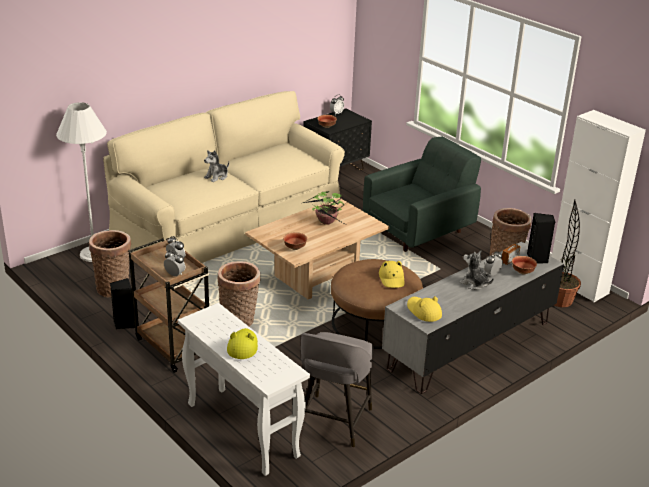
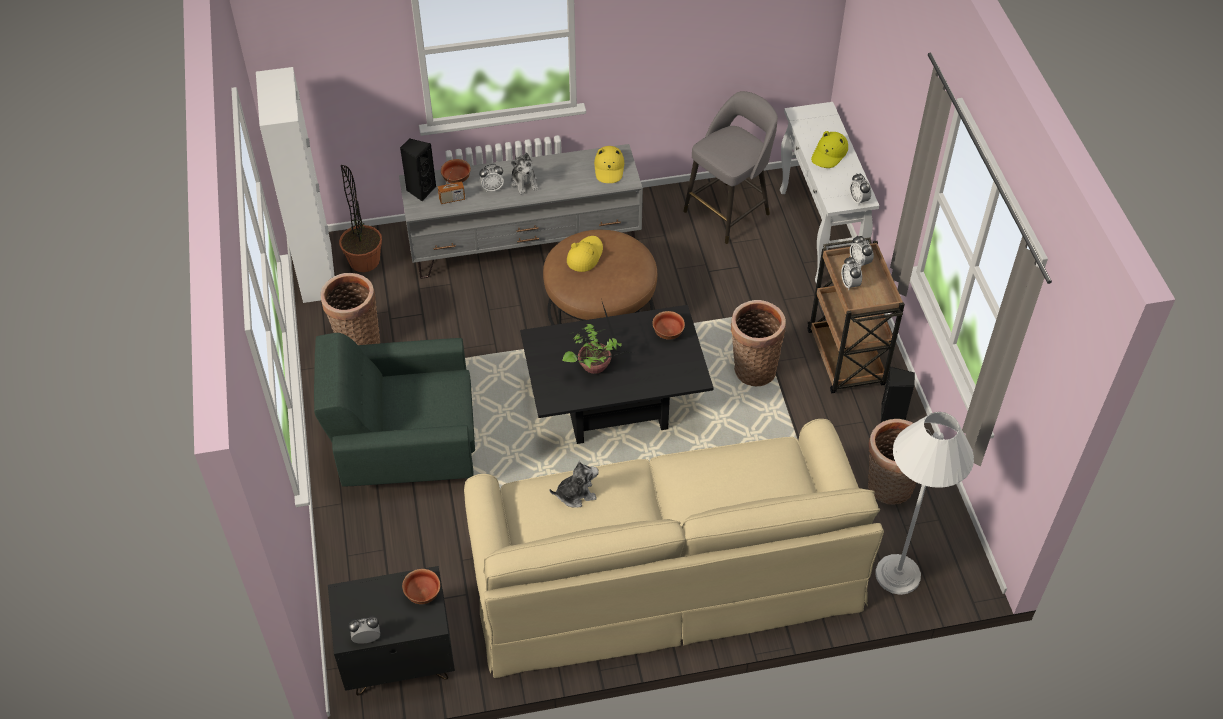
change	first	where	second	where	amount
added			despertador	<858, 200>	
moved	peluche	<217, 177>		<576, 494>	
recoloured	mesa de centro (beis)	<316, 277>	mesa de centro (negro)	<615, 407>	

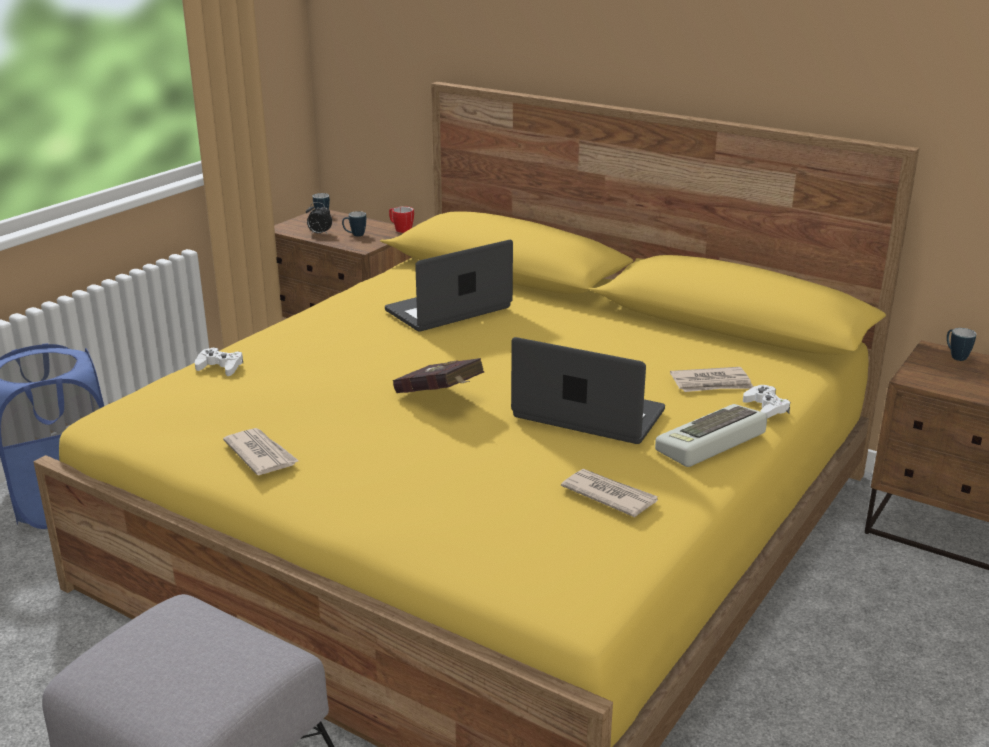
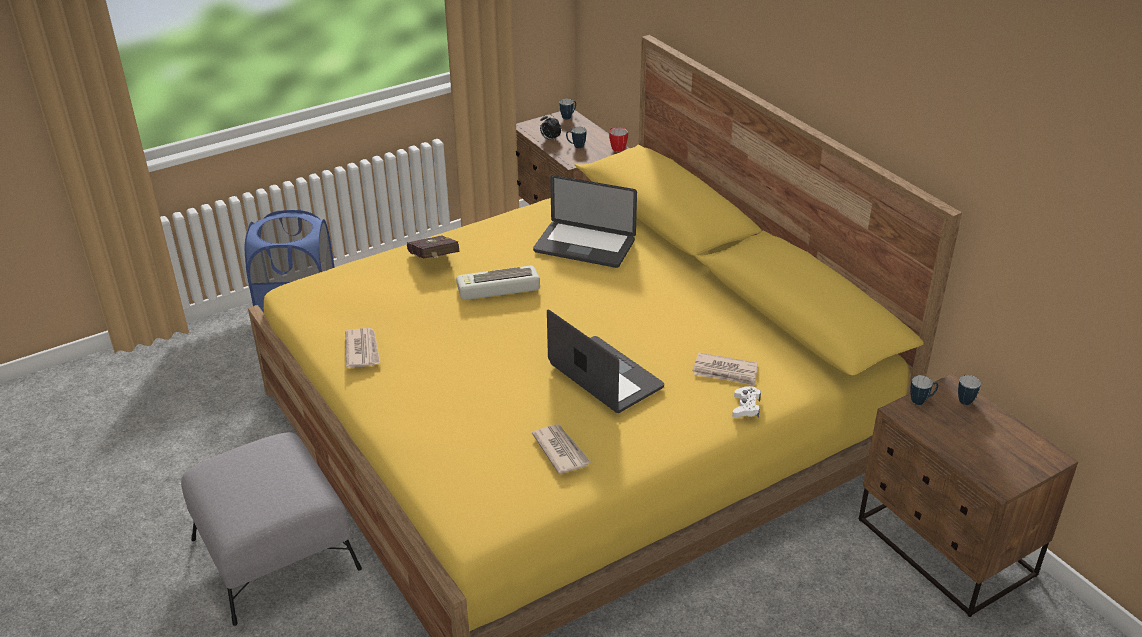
change	first	where	second	where	amount
removed	mando de consola (blanco)	<220, 367>			
added			taza grande	<921, 401>	
moved	libro (rojo)	<440, 397>		<434, 261>	
moved	teclado	<712, 443>		<497, 288>	
turned	portátil	<448, 310>		<584, 246>	150 degrees counterclockwise

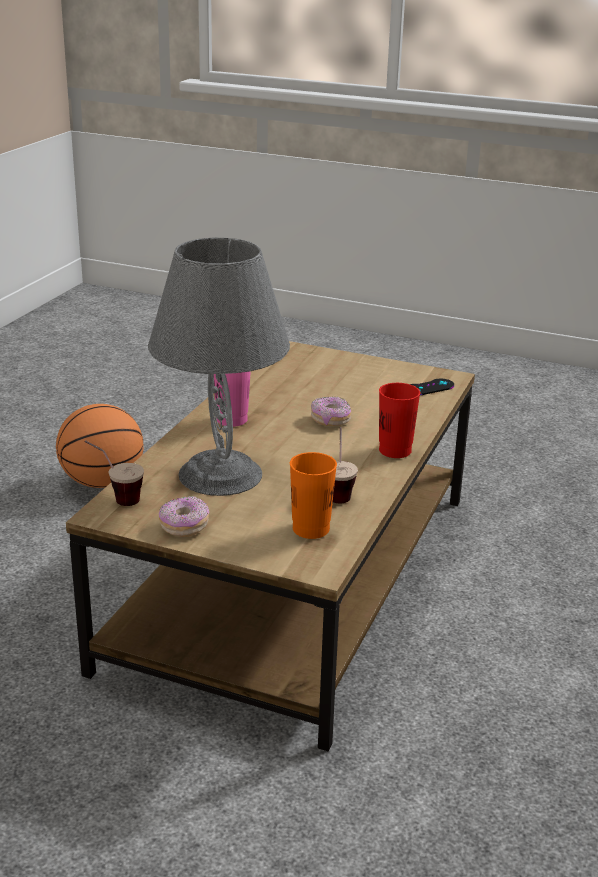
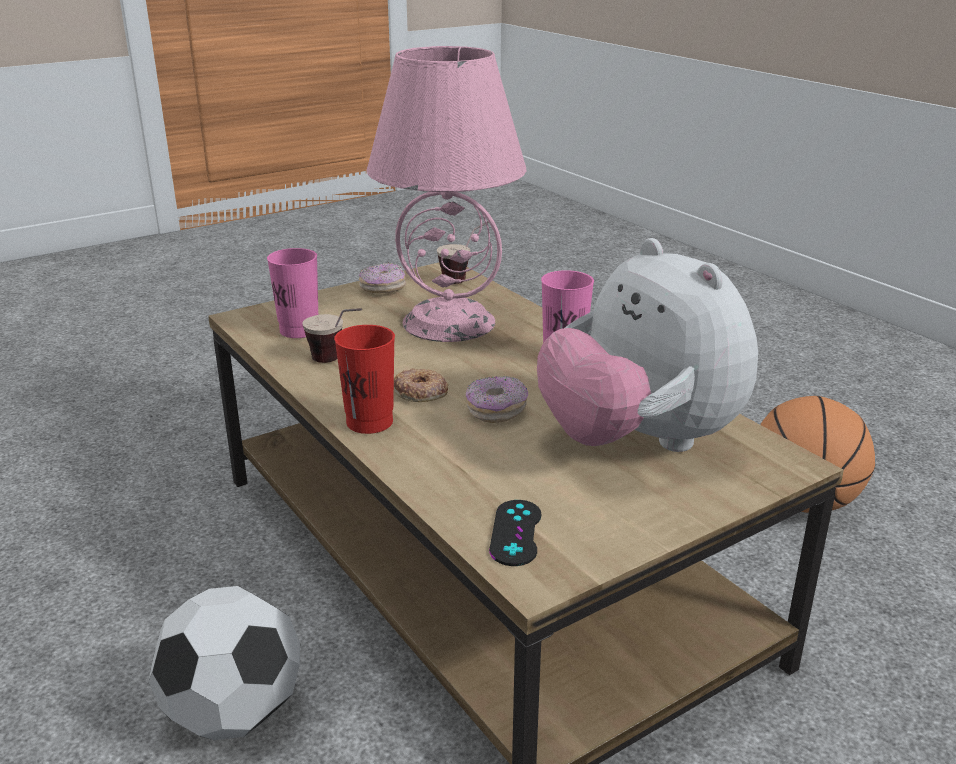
change	first	where	second	where	amount
added			balón de fútbol	<234, 714>	
added			rosquilla	<420, 392>	
added			peluche	<639, 442>	
recoloured	lámpara de mesa (gris)	<219, 474>	lámpara de mesa (rosa)	<450, 321>	
recoloured	taza (naranja)	<311, 529>	taza (rosa)	<299, 330>	

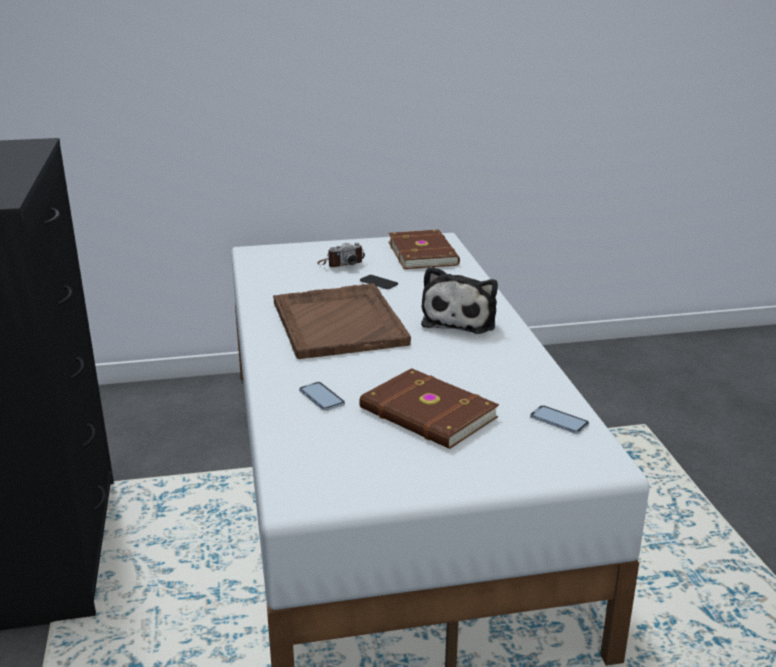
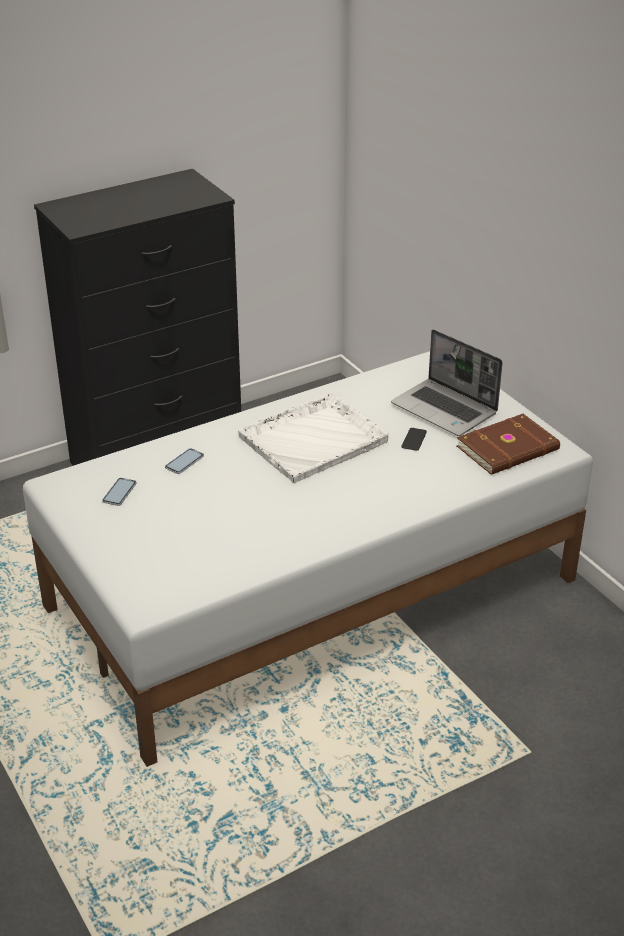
change	first	where	second	where	amount
removed	libro (marrón)	<427, 414>			
removed	peluche	<461, 319>			
moved	móvil	<559, 421>		<119, 492>	
replaced	cámara	<341, 263>	portátil	<445, 409>	
recoloured	bandeja (marrón)	<338, 323>	bandeja (blanco)	<314, 439>	

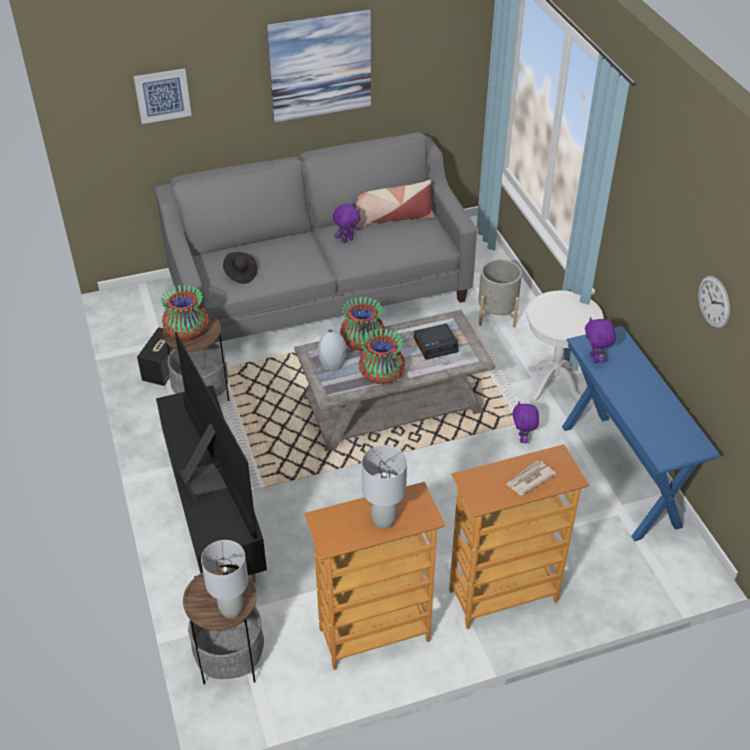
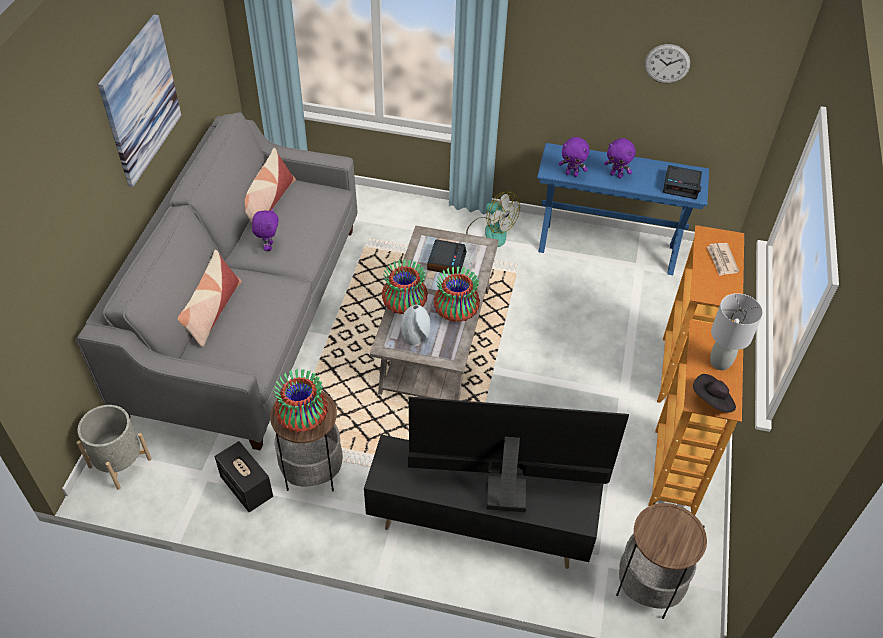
change	first	where	second	where	amount
removed	cuadro	<162, 95>			
removed	lámpara de mesa (gris)	<231, 610>			
added			cojín	<212, 312>	
added			despertador	<681, 185>	
moved	sombrero (negro)	<240, 274>		<712, 401>	
moved	maceta (gris)	<496, 314>		<120, 463>	
moved	peluche (morado)	<523, 438>		<616, 175>	
replaced	mesa auxiliar (blanco)	<554, 383>	ventilador	<490, 231>	

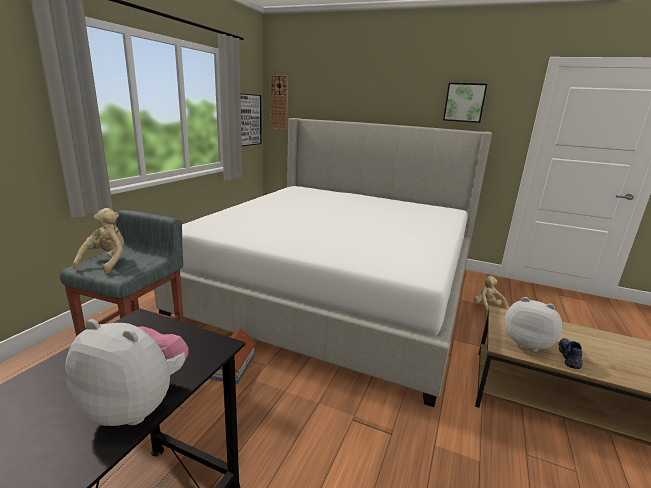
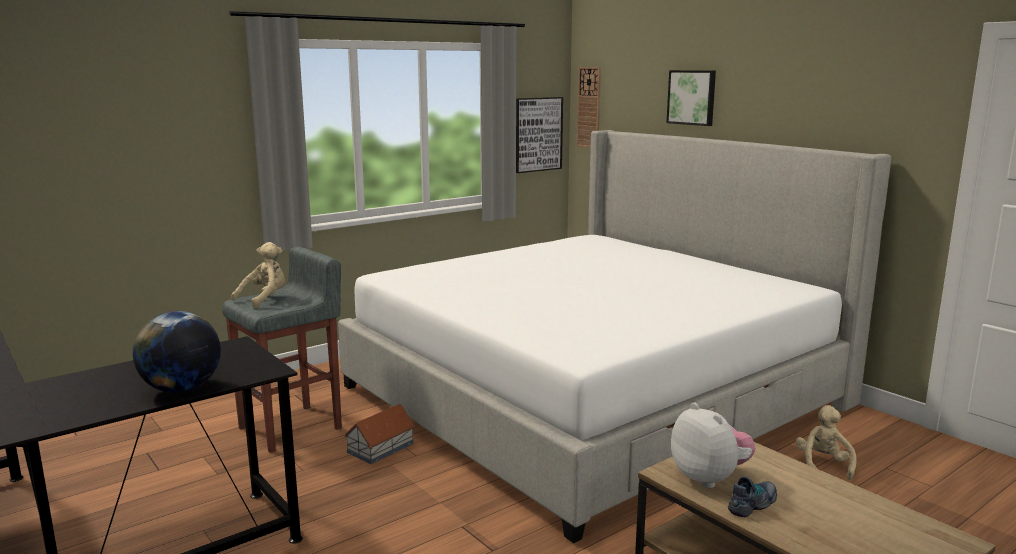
change	first	where	second	where	amount
moved	cuadro	<464, 102>		<692, 97>	
replaced	peluche	<137, 405>	globo terráqueo	<181, 389>	

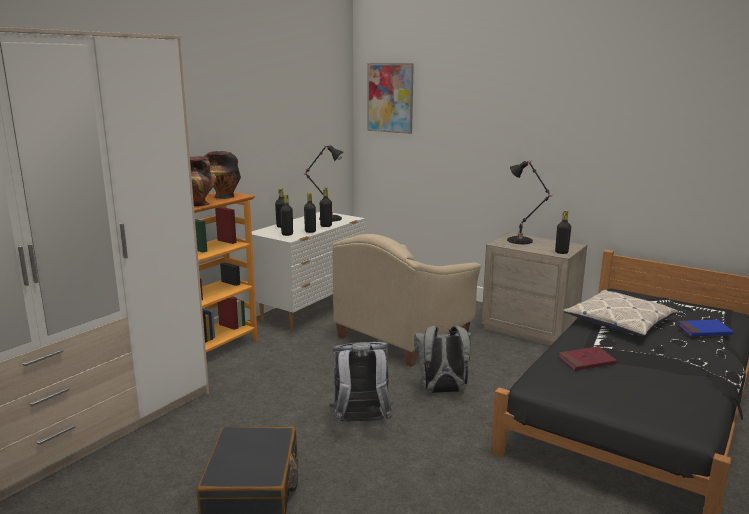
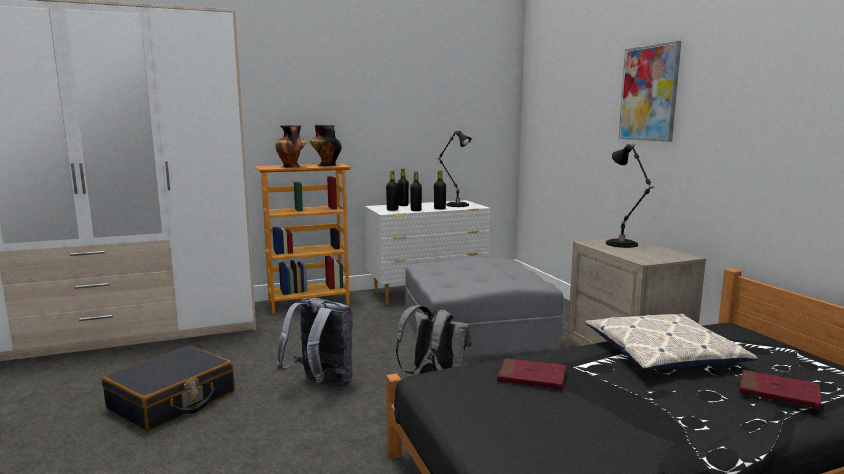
change	first	where	second	where	amount
removed	botella (negro)	<561, 252>			
moved	cuadro	<390, 98>		<649, 93>	
replaced	sillón (beis)	<404, 336>	puf (gris)	<476, 330>	
recoloured	libro (azul)	<704, 330>	libro (rojo)	<778, 393>	

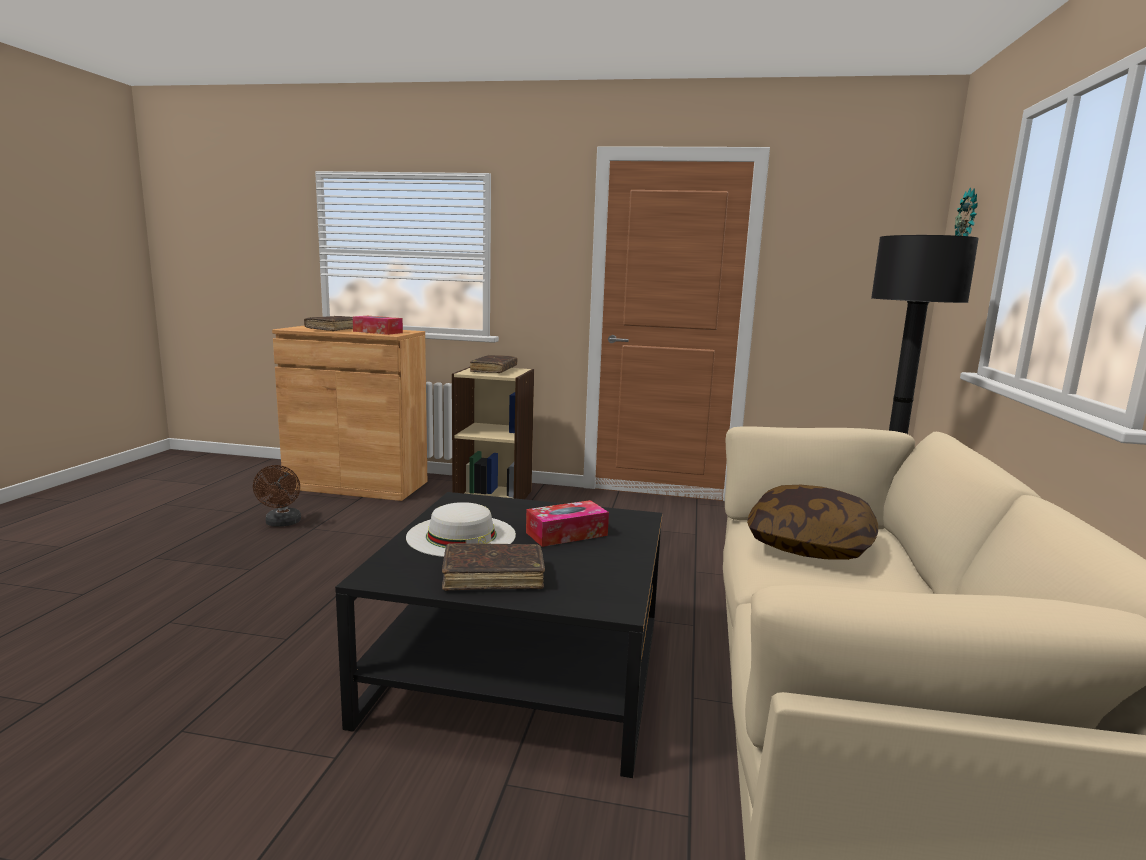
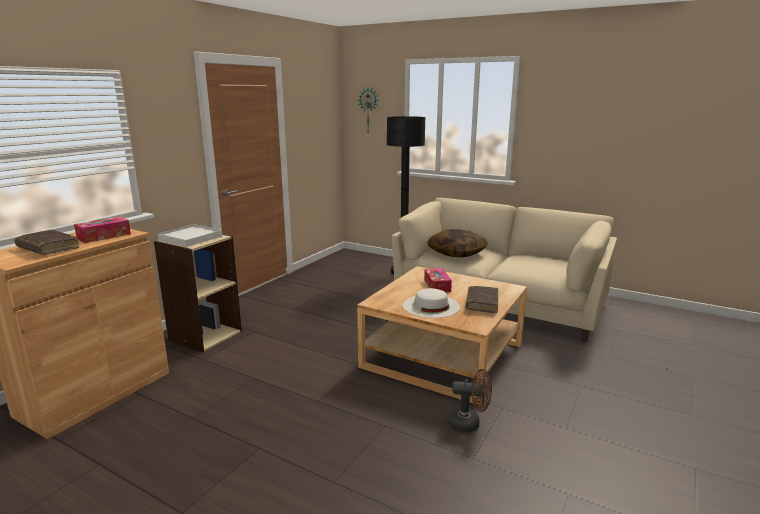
change	first	where	second	where	amount
moved	ventilador (marrón)	<282, 523>		<469, 423>	
replaced	libro (marrón)	<494, 370>	bandeja (blanco)	<190, 238>	
recoloured	mesa de centro (negro)	<521, 668>	mesa de centro (beis)	<443, 356>	

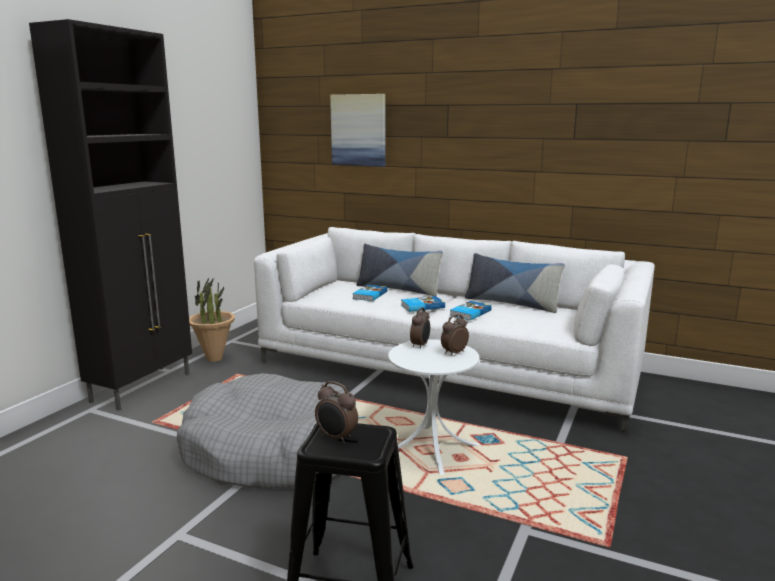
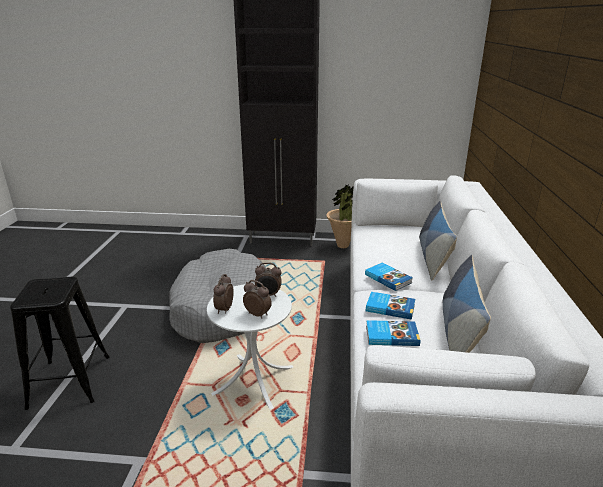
change	first	where	second	where	amount
removed	cuadro	<359, 130>			
moved	despertador	<336, 437>		<224, 309>	
moved	libro	<369, 295>		<391, 335>	

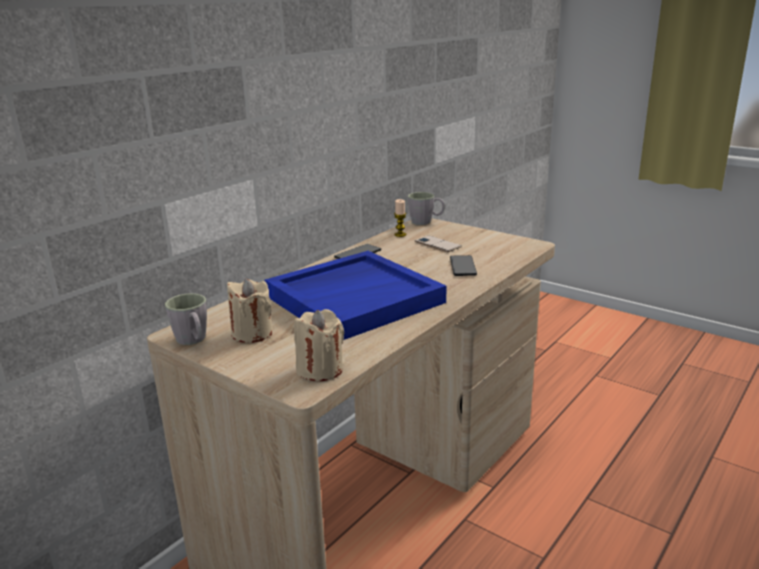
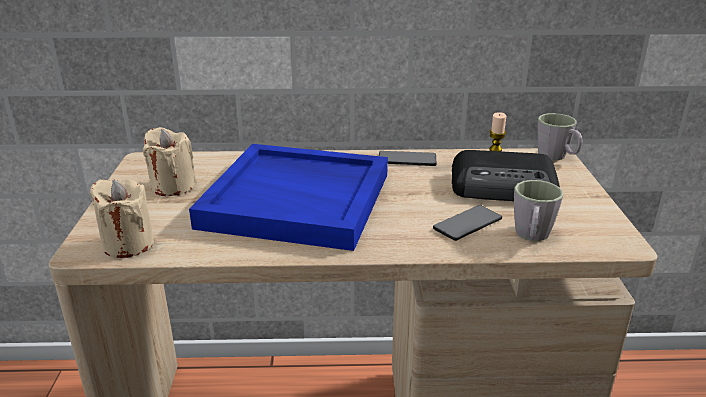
change	first	where	second	where	amount
moved	taza grande (gris)	<193, 341>		<531, 236>	
replaced	móvil	<437, 244>	radio	<505, 187>	

